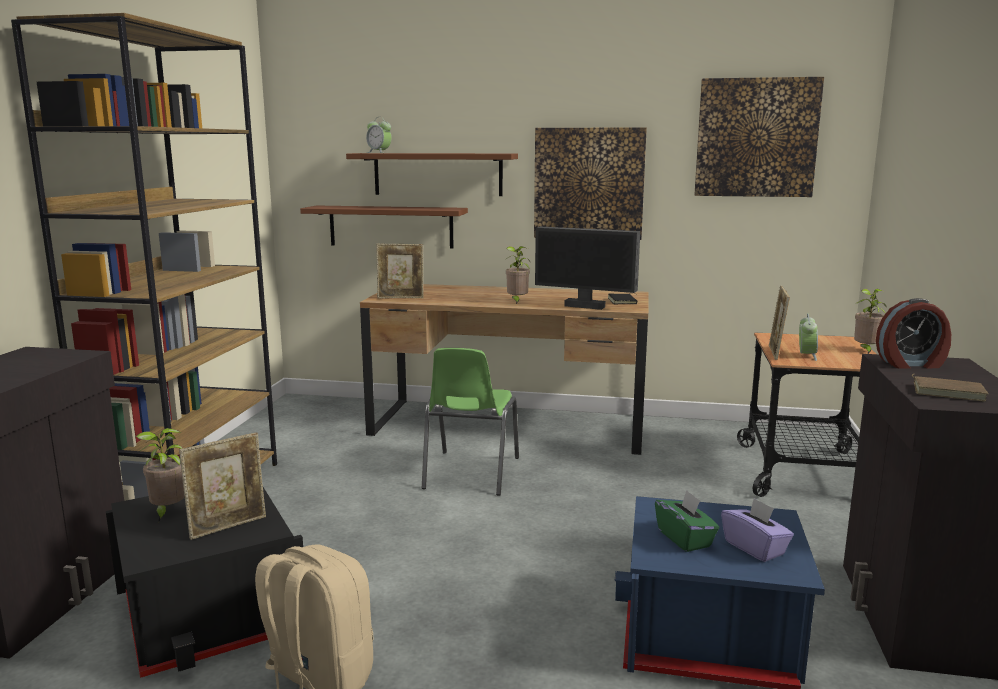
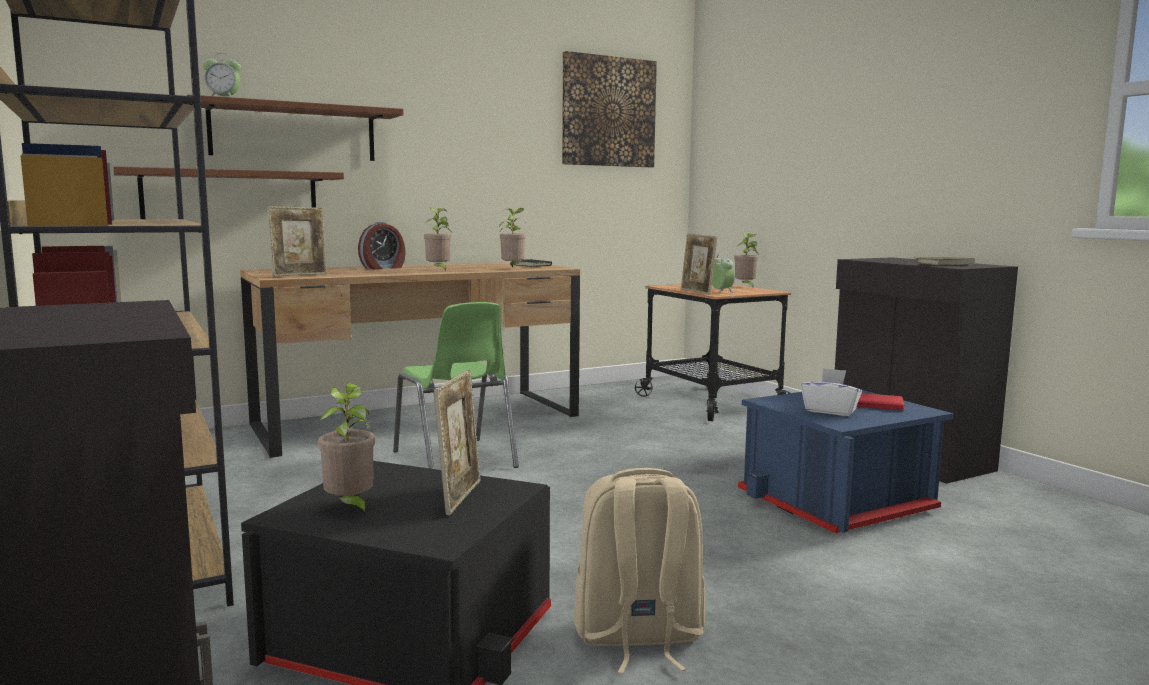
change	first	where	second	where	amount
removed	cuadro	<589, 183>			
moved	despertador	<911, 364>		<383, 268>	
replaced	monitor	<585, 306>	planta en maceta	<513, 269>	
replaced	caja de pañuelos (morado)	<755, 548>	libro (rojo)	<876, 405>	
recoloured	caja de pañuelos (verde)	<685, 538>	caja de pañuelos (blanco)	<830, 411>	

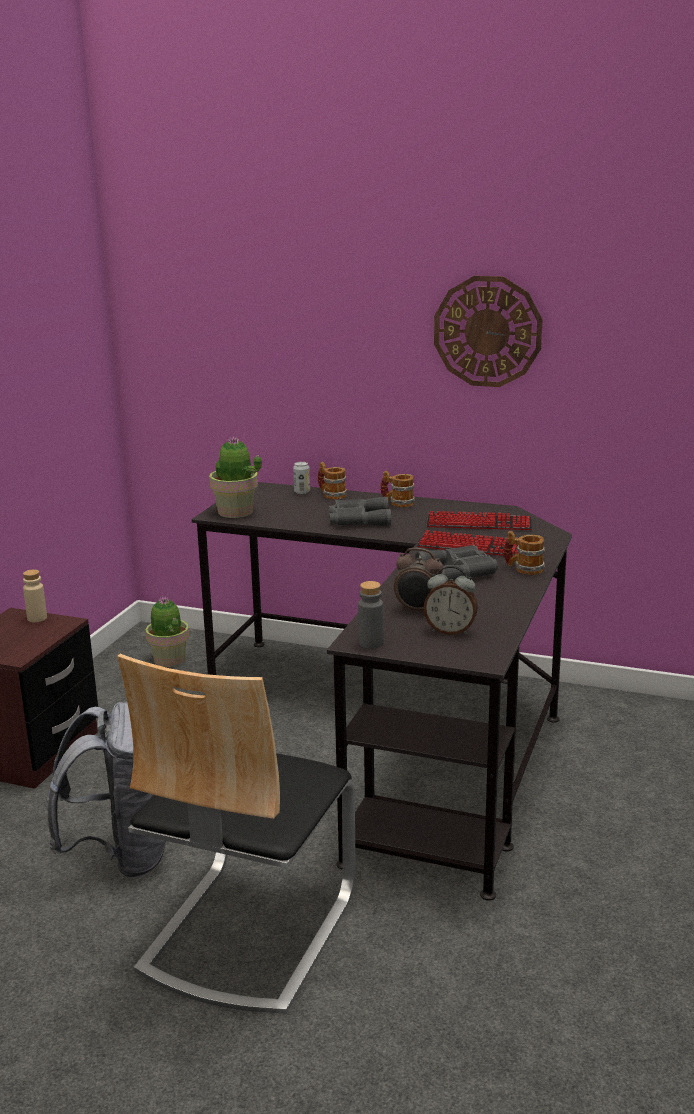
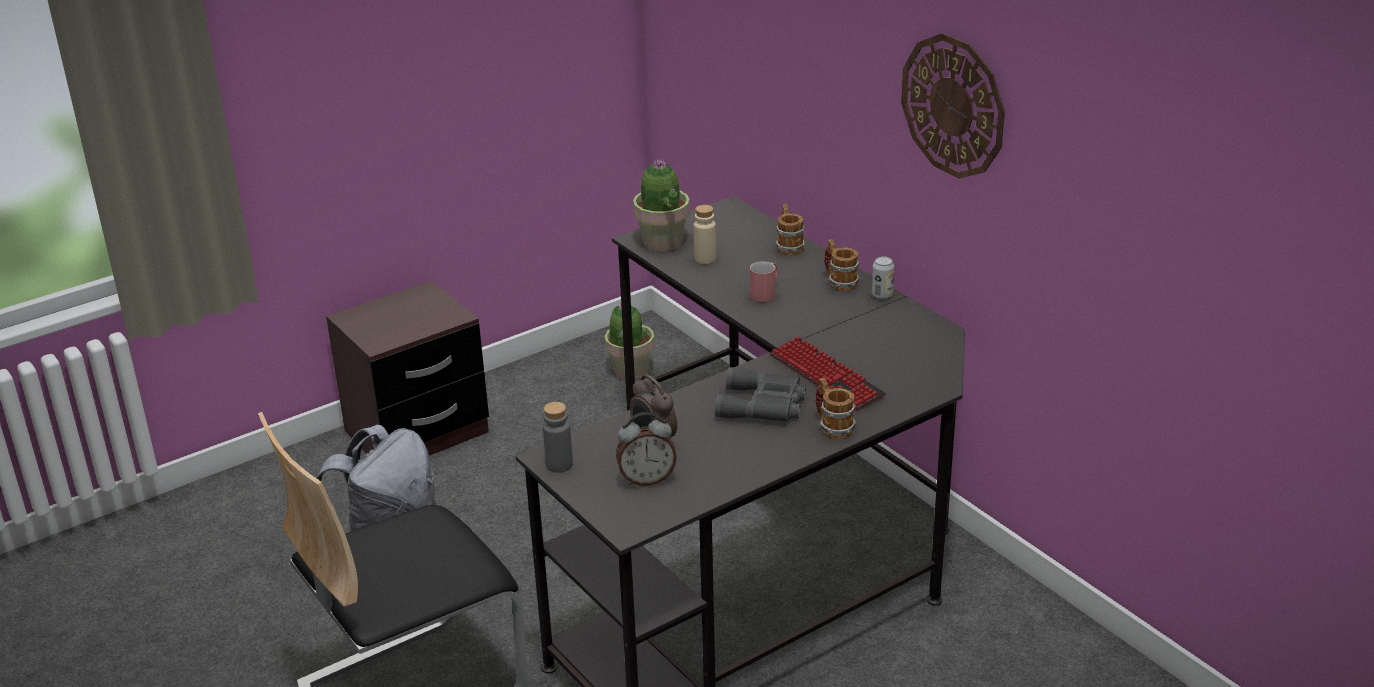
change	first	where	second	where	amount
removed	teclado	<479, 524>			
moved	botella (beis)	<37, 618>		<705, 259>	
moved	lata	<302, 492>		<882, 295>	
replaced	prismáticos (gris)	<358, 519>	taza grande (rojo)	<766, 293>	
turned	despertador	<450, 631>		<647, 479>	60 degrees counterclockwise

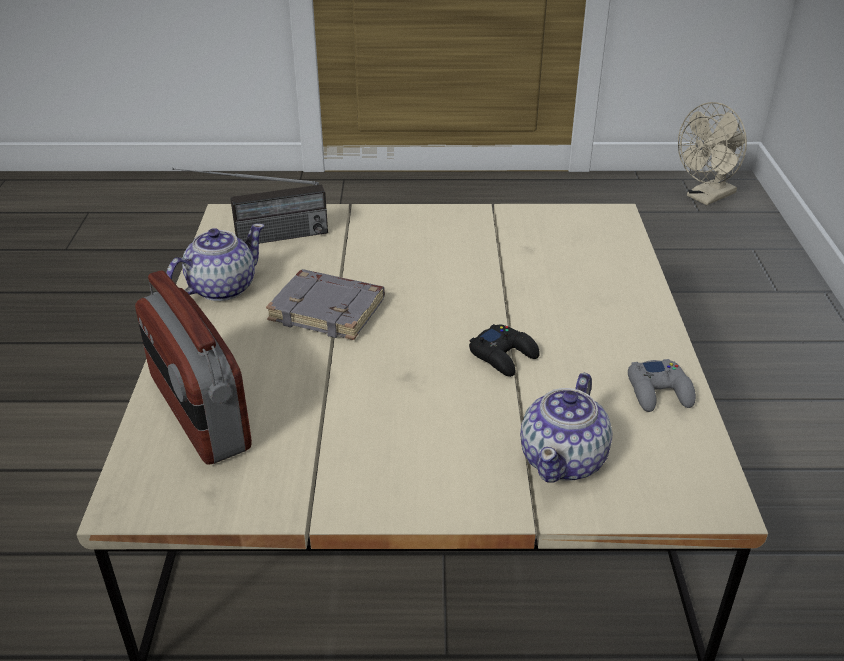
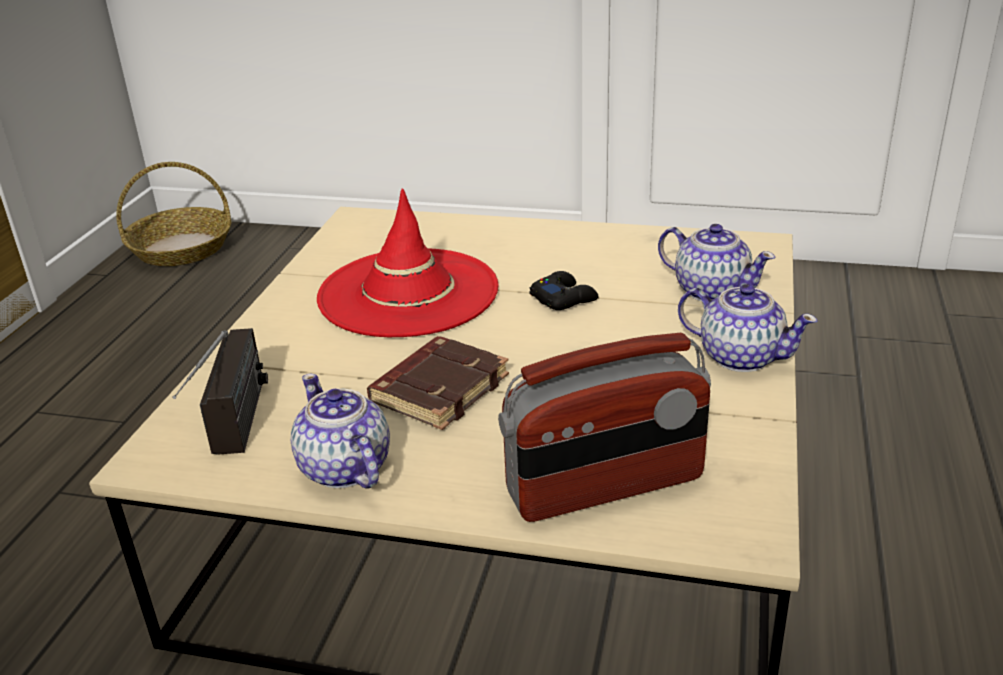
change	first	where	second	where	amount
removed	mando de consola (gris)	<659, 392>			
added			sombrero (rojo)	<408, 293>	
added			tetera	<740, 356>	
replaced	ventilador (beis)	<706, 197>	cesta	<182, 248>	
recoloured	libro (gris)	<329, 310>	libro (marrón)	<439, 389>	

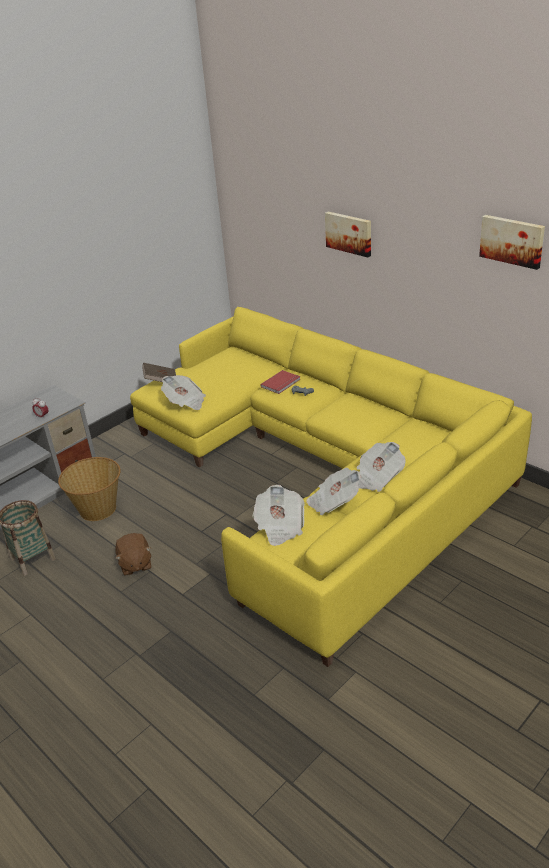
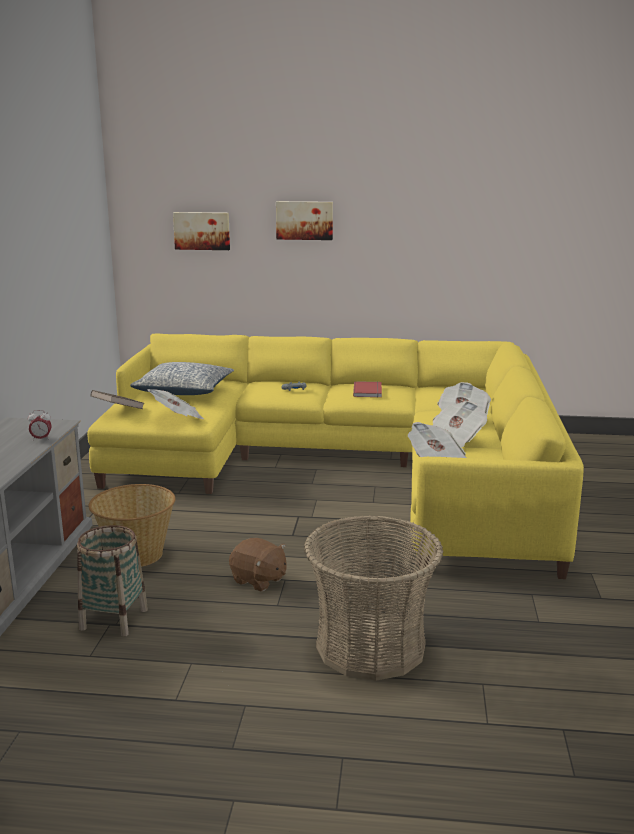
change	first	where	second	where	amount
added			cojín	<185, 391>	
added			cesta	<370, 646>	
moved	libro (rojo)	<281, 383>		<369, 391>	
moved	cuadro	<512, 241>		<202, 230>	

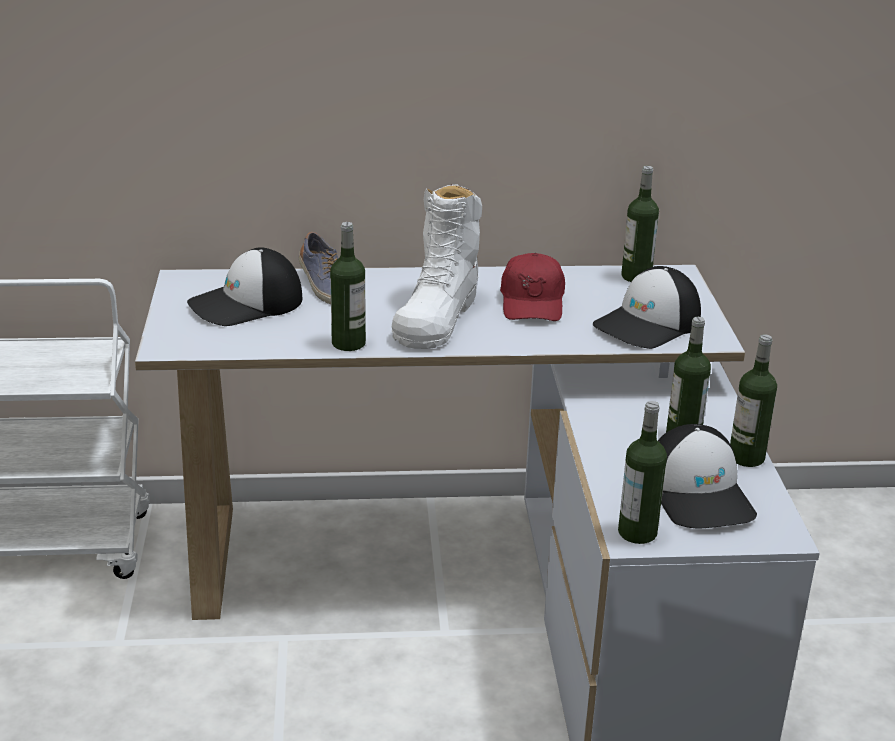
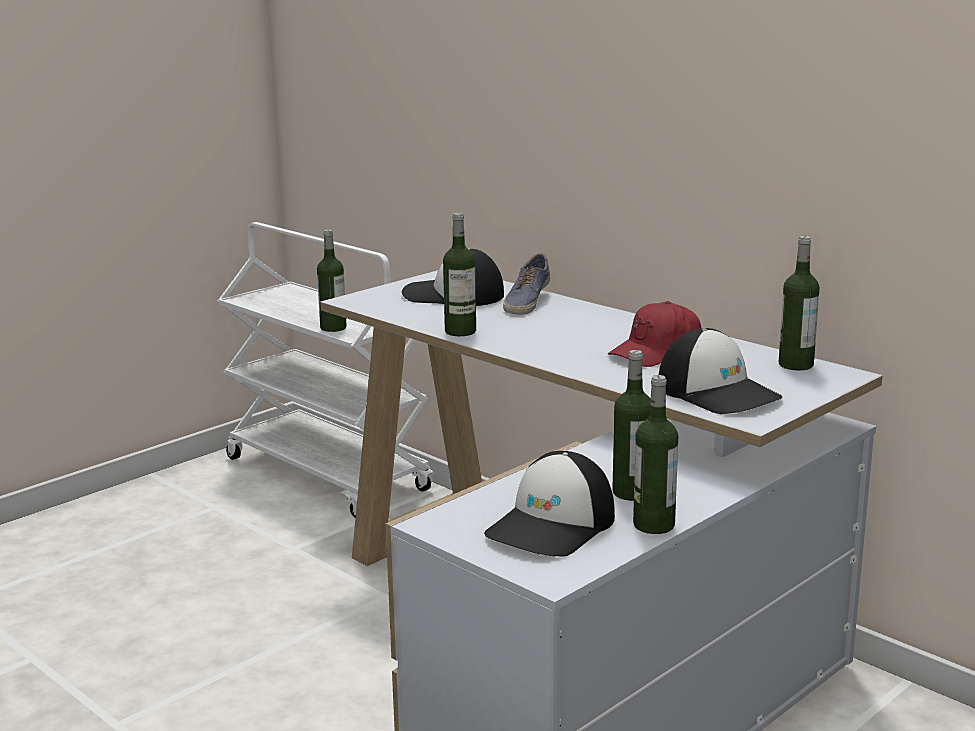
change	first	where	second	where	amount
removed	bota (blanco)	<437, 316>			
moved	botella	<637, 532>		<333, 328>	
turned	gorra	<648, 324>		<718, 392>	135 degrees counterclockwise

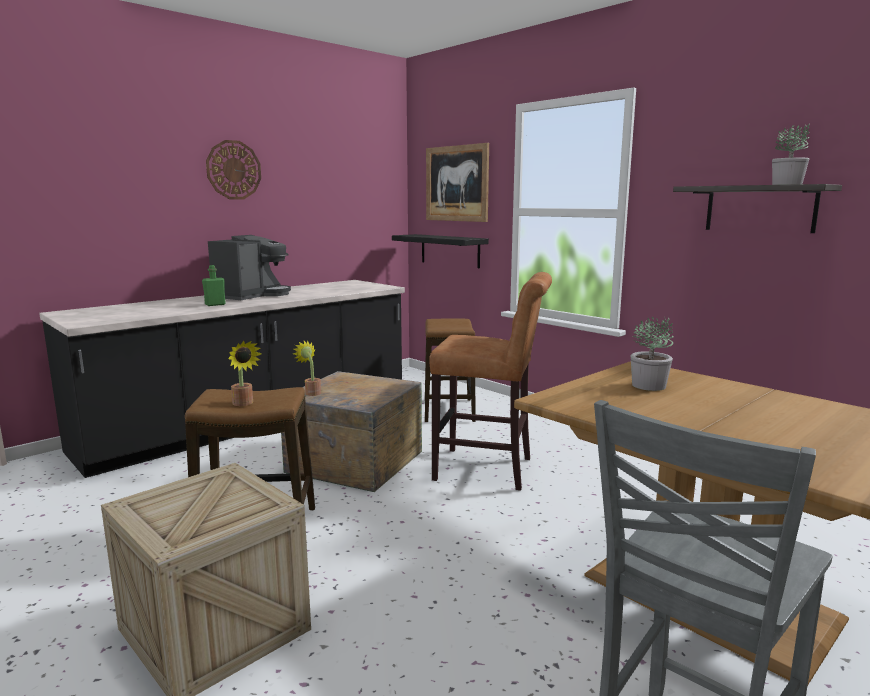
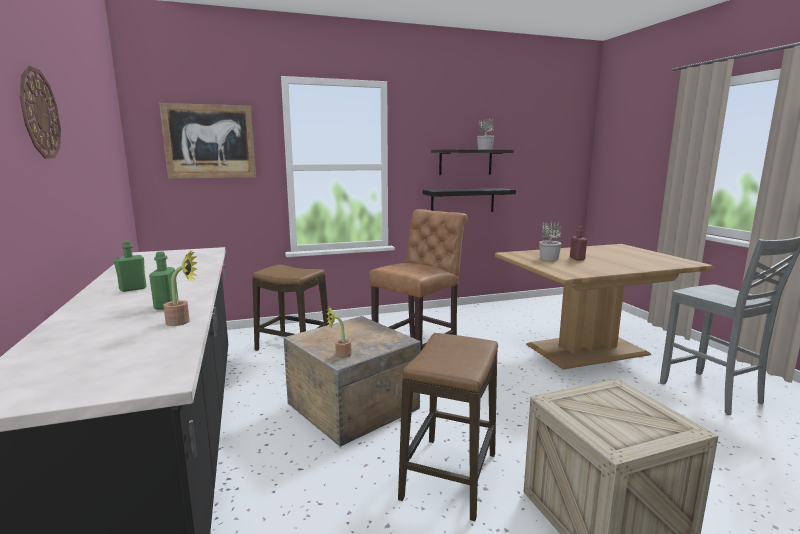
change	first	where	second	where	amount
added			botella (rojo)	<577, 259>	
moved	planta en maceta	<244, 404>		<183, 322>	
moved	estante (negro)	<450, 250>		<462, 201>	
replaced	cafetera	<252, 295>	botella (verde)	<133, 289>	

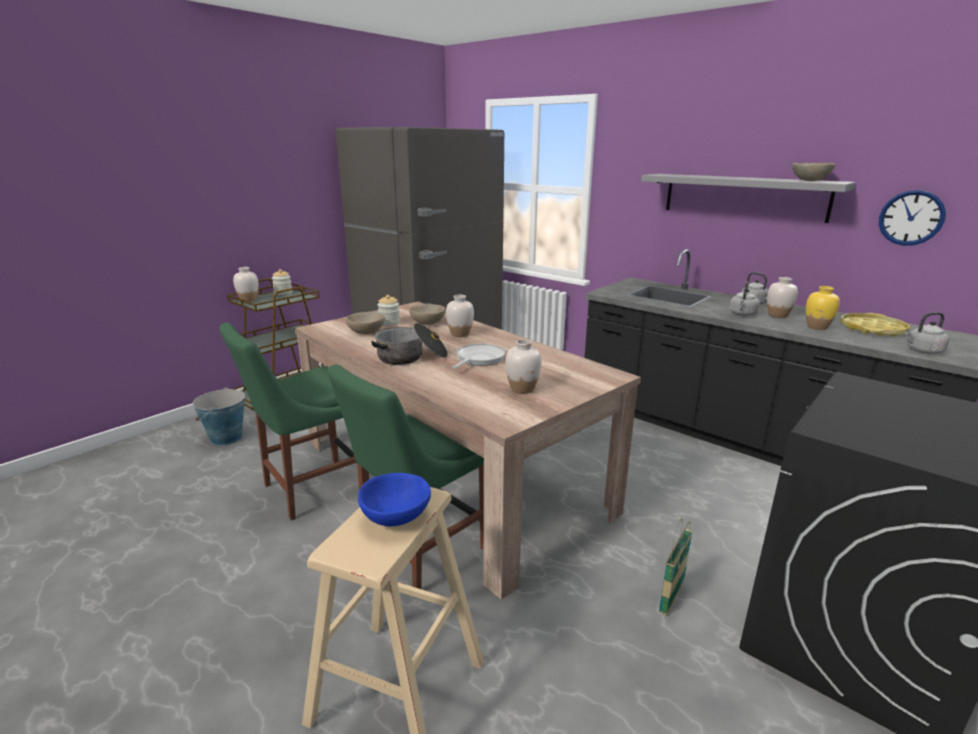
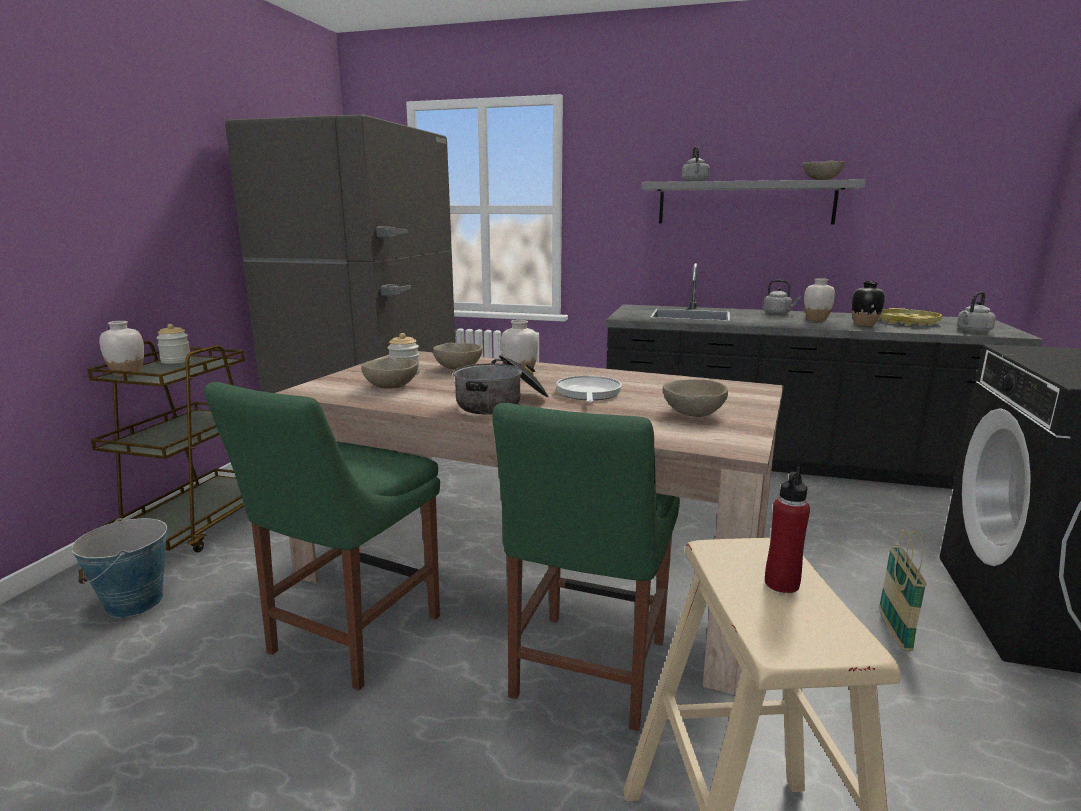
change	first	where	second	where	amount
removed	reloj de pared	<911, 218>			
moved	hervidor (gris)	<742, 314>		<695, 181>	
replaced	cuenco (azul)	<396, 517>	botella (rojo)	<781, 584>	
replaced	florero (blanco)	<522, 389>	cuenco (beis)	<692, 414>	
recoloured	florero (amarillo)	<817, 327>	florero (negro)	<864, 324>	

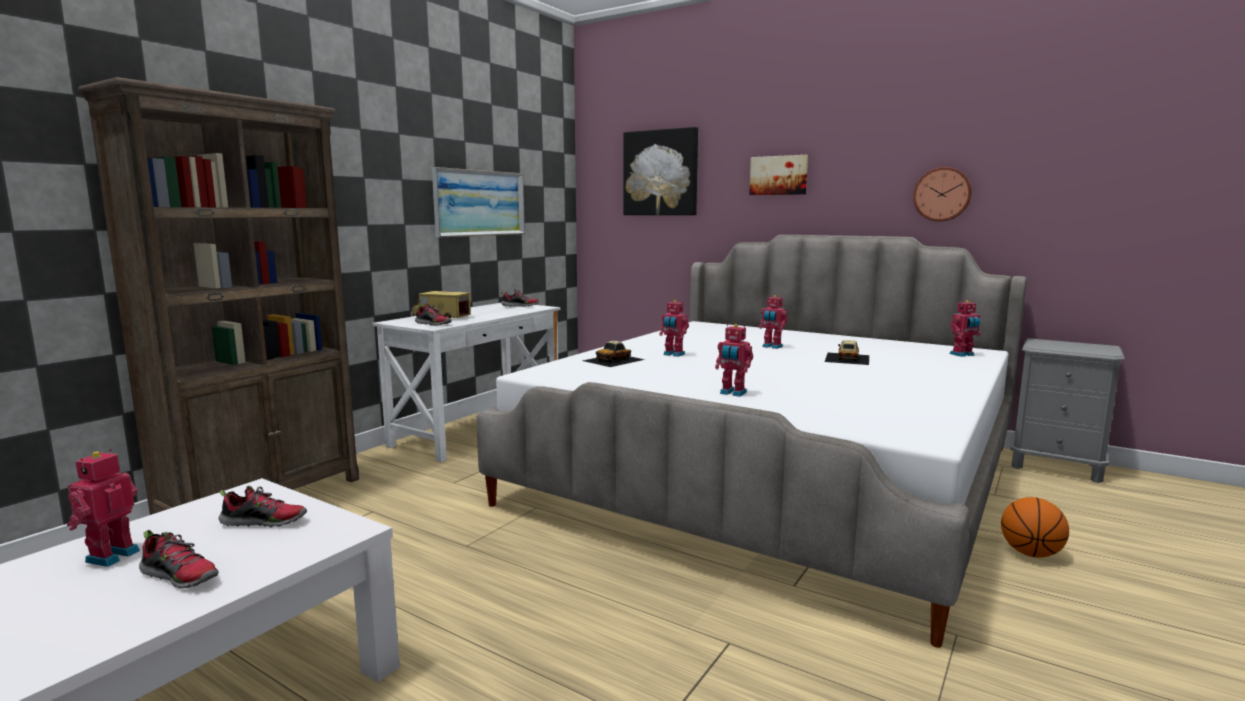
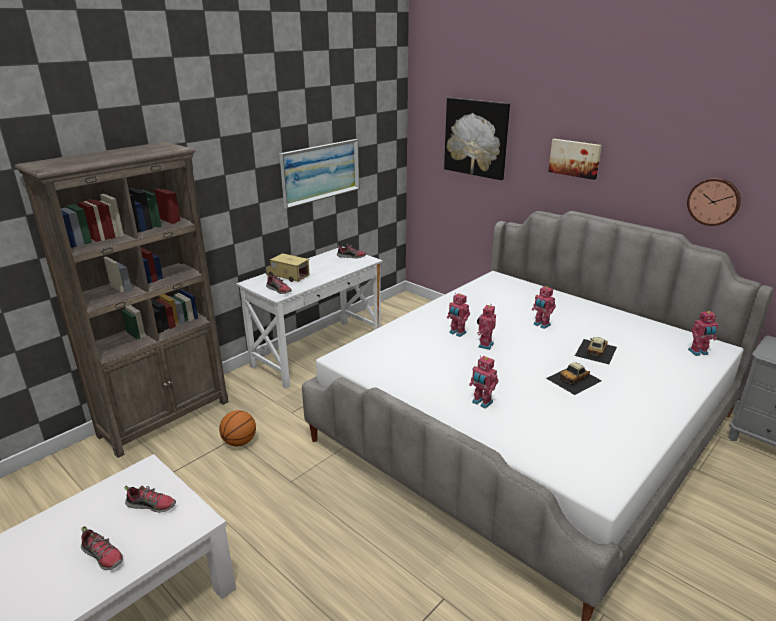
change	first	where	second	where	amount
moved	robot de juguete	<110, 556>		<484, 345>	
moved	coche de juguete	<614, 360>		<574, 379>	
moved	balón de baloncesto	<1030, 553>		<239, 442>	

